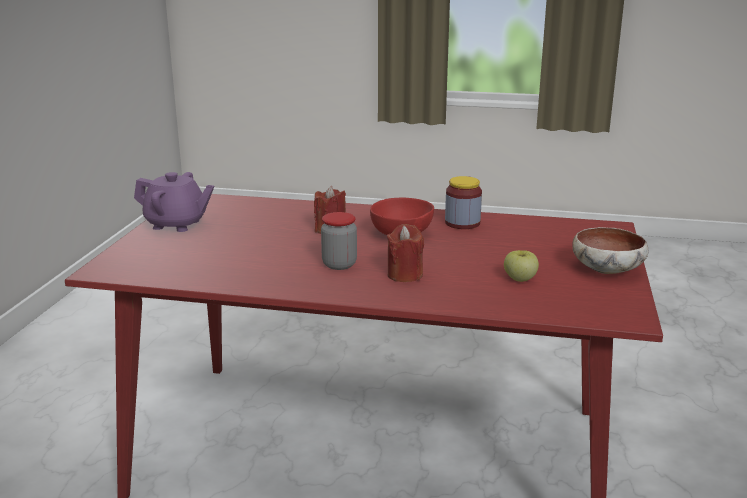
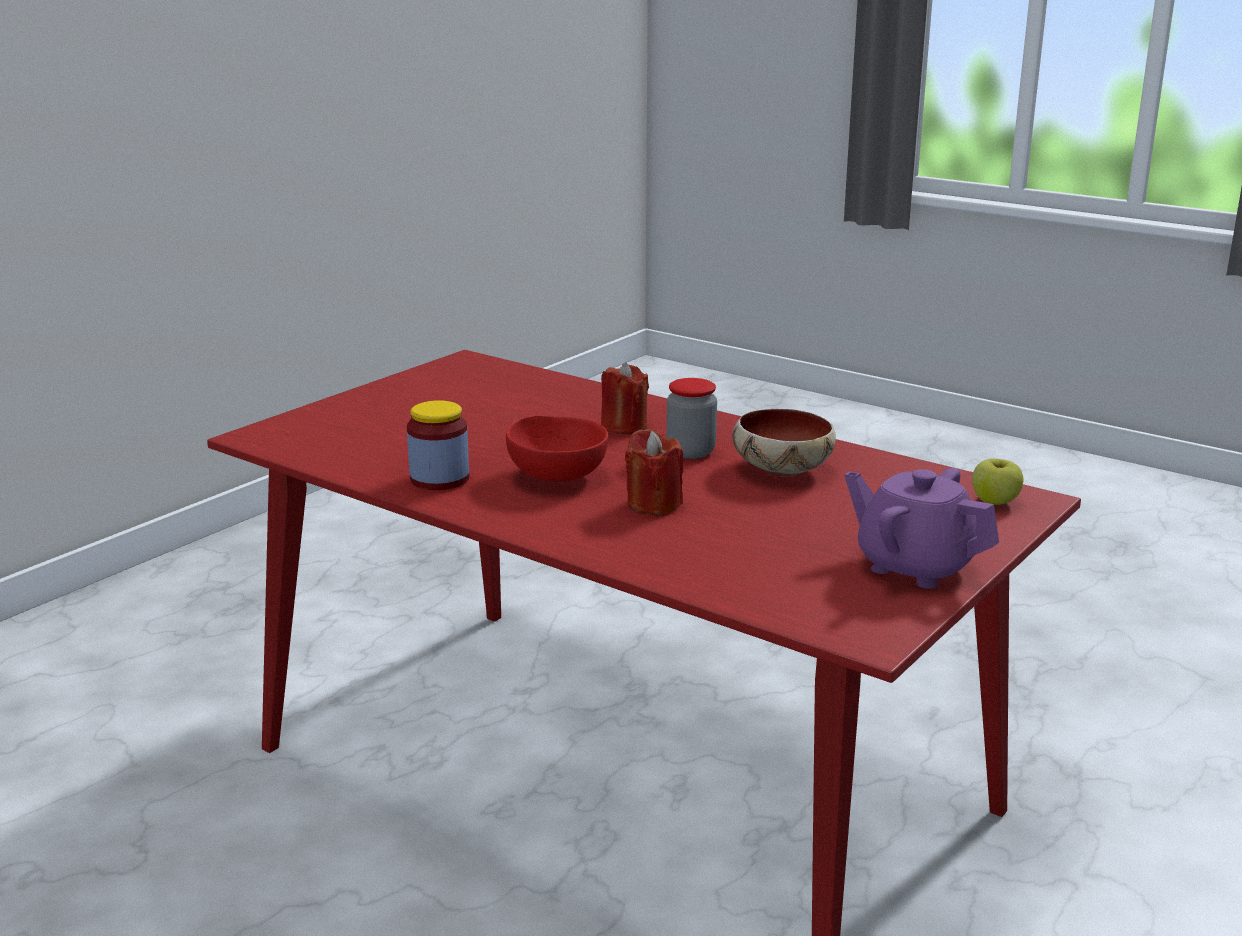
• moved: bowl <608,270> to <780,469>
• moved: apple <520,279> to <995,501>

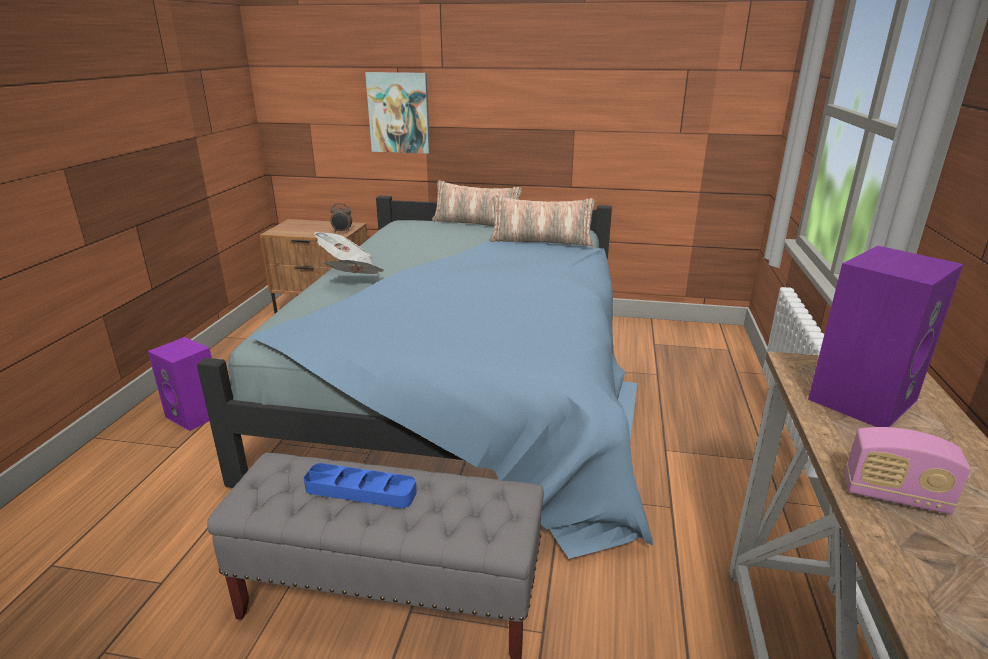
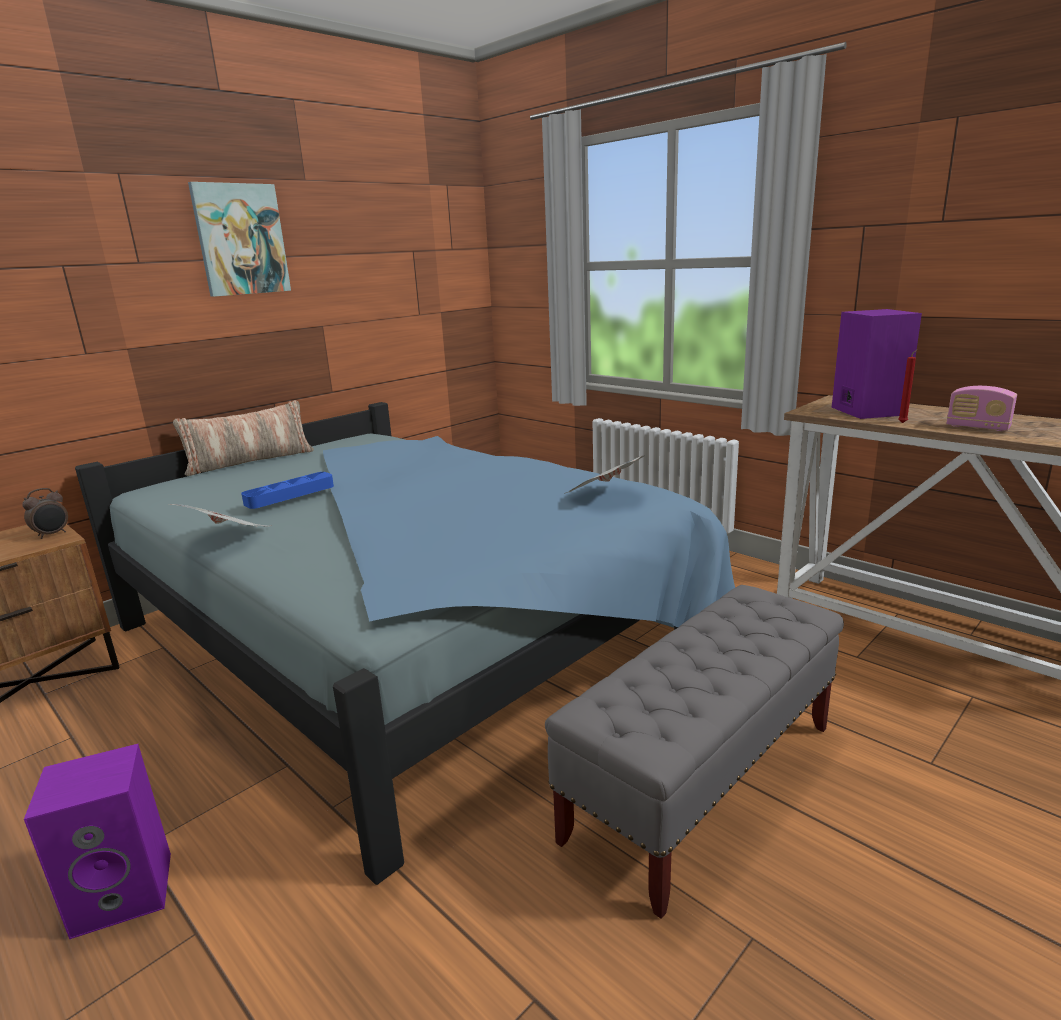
• moved: picture <399,113> to <241,240>
• removed: throw pillow <541,241>
• moved: printed paper <357,283> to <604,495>
• turned: radio receiver <895,496> = <977,427> 75 degrees clockwise
• moved: blue-coloured serving tray <360,490> to <290,495>
• added: reddish wax candle <903,422>

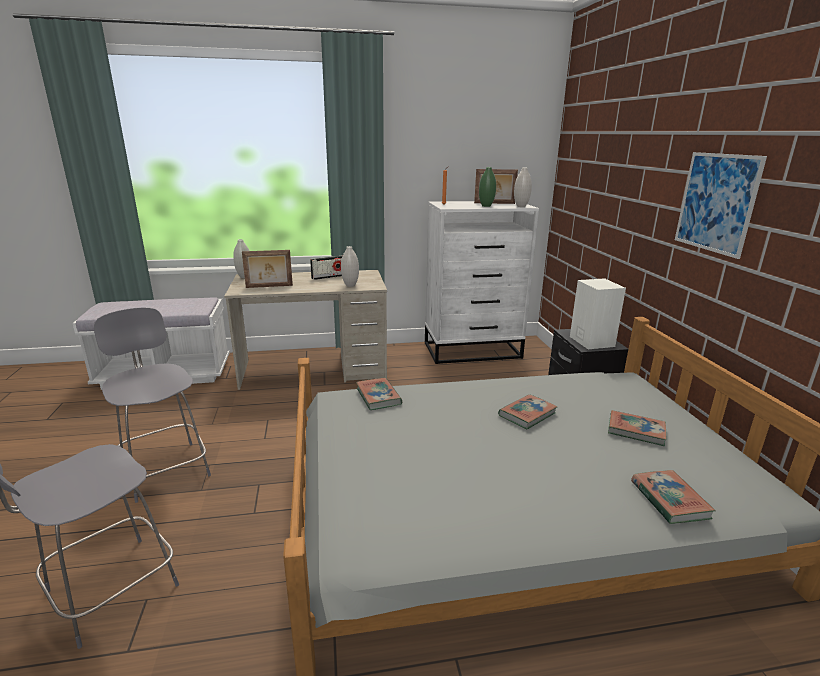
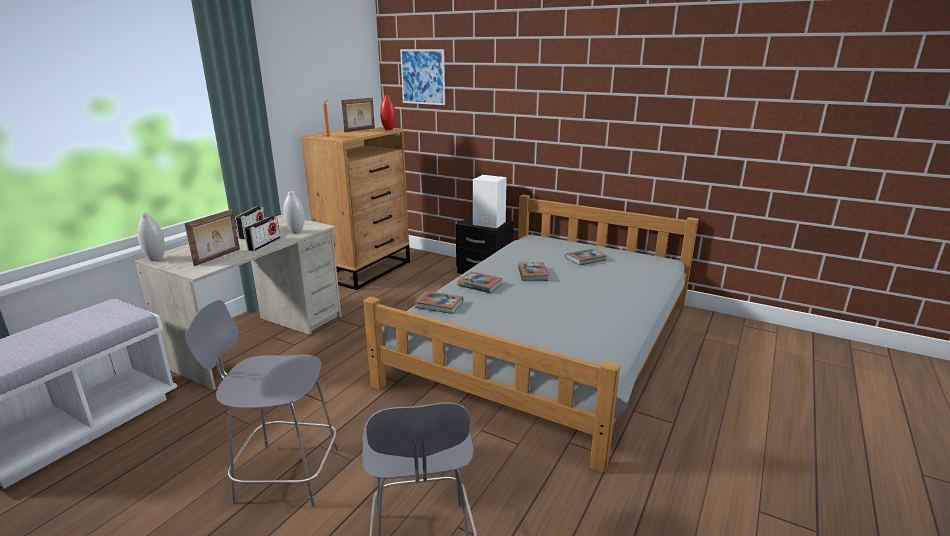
• moved: picture <716,203> to <423,77>
• removed: green decorative vase <486,206>
• recoloured: white-coloured decorative vase <521,206> to reddish decorative vase <388,129>
• recoloured: white-coloured drawer chest <473,350> to brownish drawer chest <366,270>
• moved: volume <669,500> to <480,285>
• added: radio receiver <264,244>

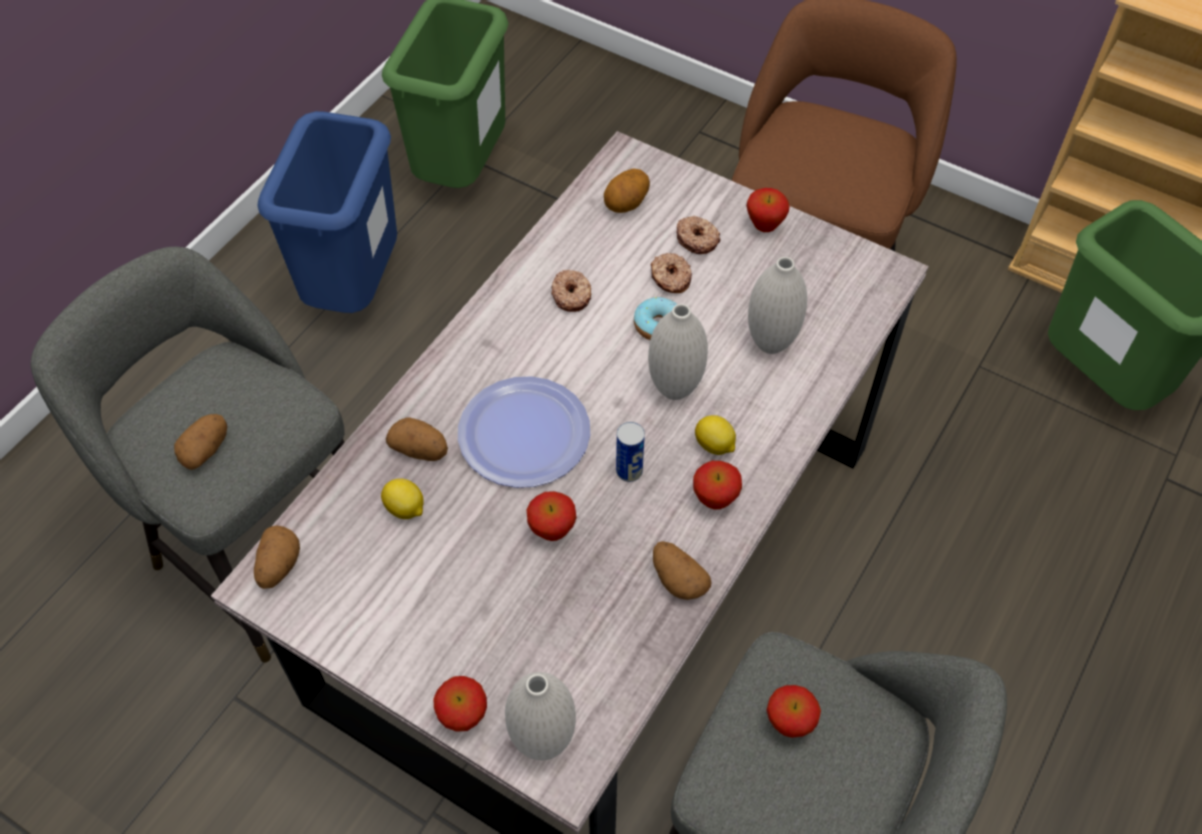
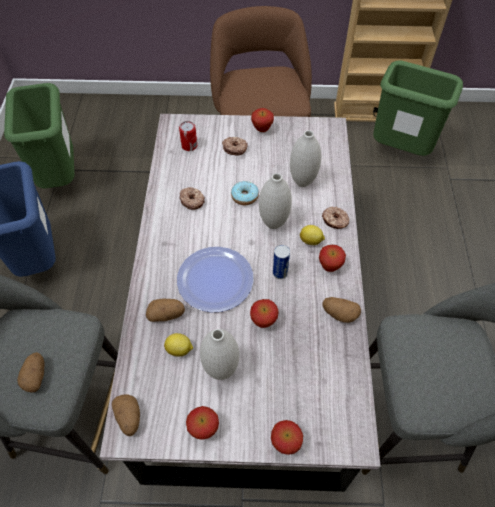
• replaced: potato <627,204> to sealed can <189,146>
• moved: doughnut <670,278> to <335,221>
• moved: white-coloured decorative vase <543,741> to <221,370>
• moved: apple <789,724> to <204,429>

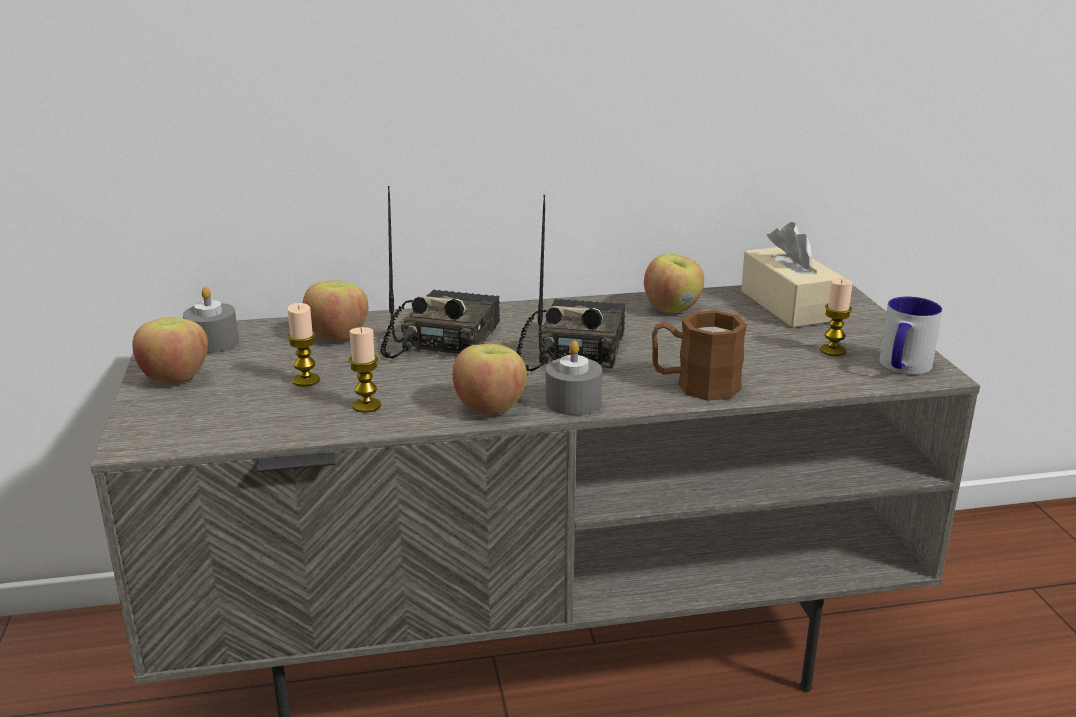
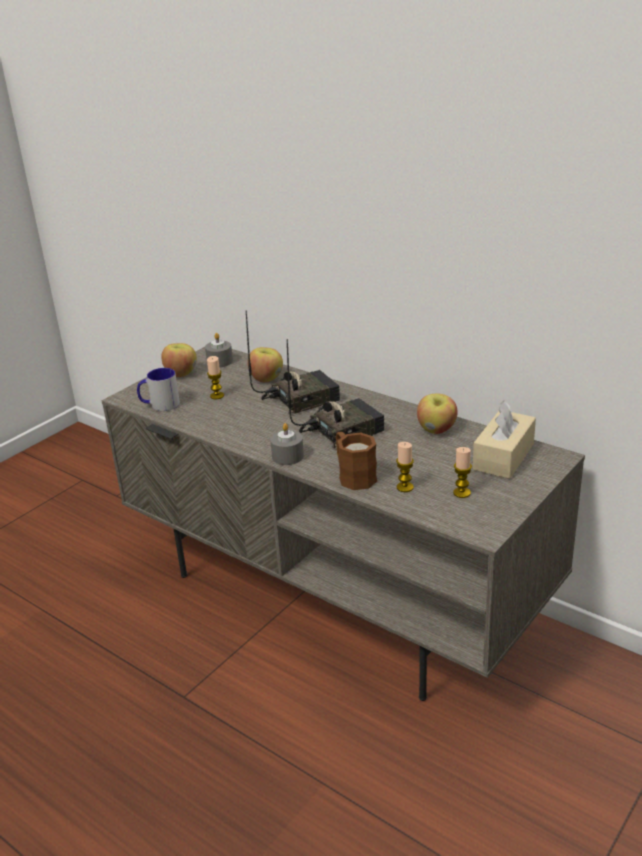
• moved: coffee mug <902,367> to <159,405>
• moved: wax candle <367,406> to <405,487>
• removed: apple <491,407>

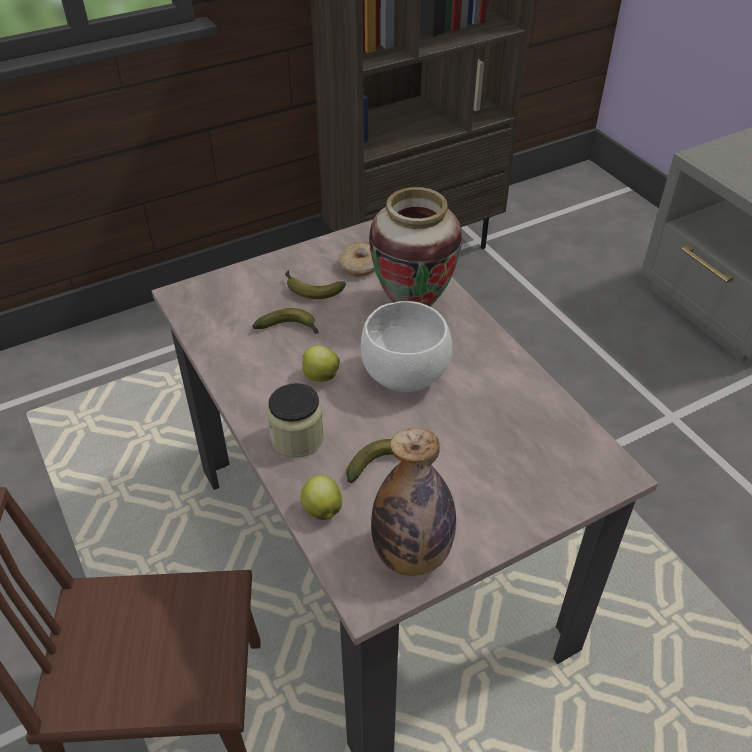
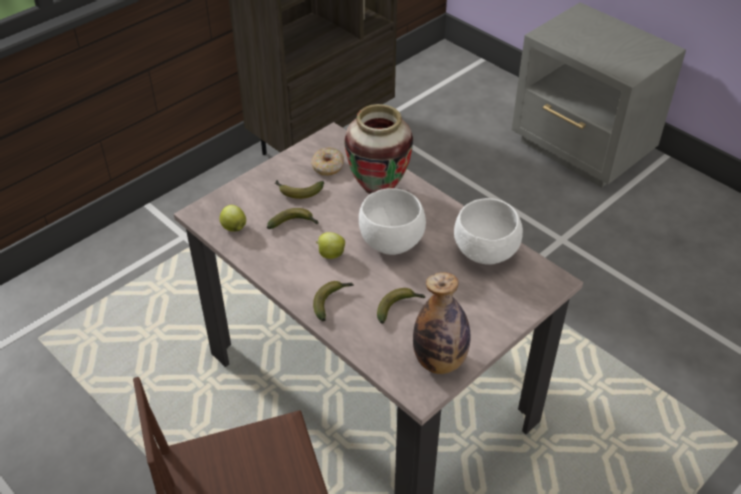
• replaced: preserve jar <297,438> to whole banana <332,301>
• moved: apple <322,509> to <233,227>
• added: white-coloured bowl <486,254>

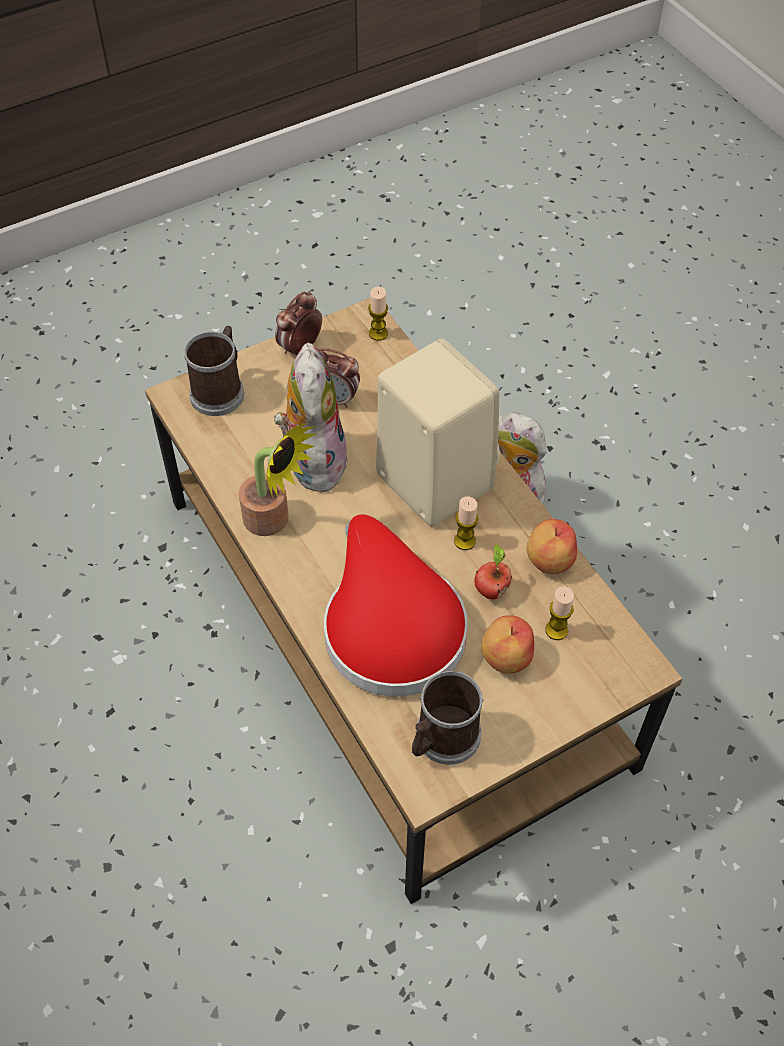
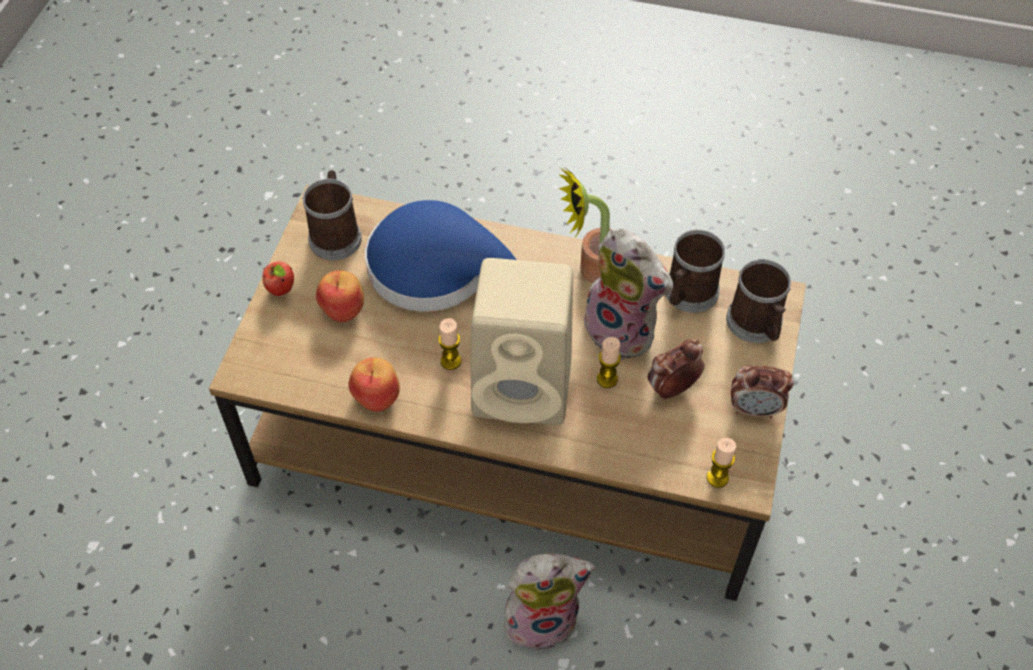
• turned: table clock <300,348> = <754,409> 105 degrees clockwise
• recoloured: reddish hat <389,624> to blue-coloured hat <439,269>
• moved: apple <490,590> to <282,290>
• moved: wax candle <556,630> to <607,379>
• added: coffee mug <688,295>

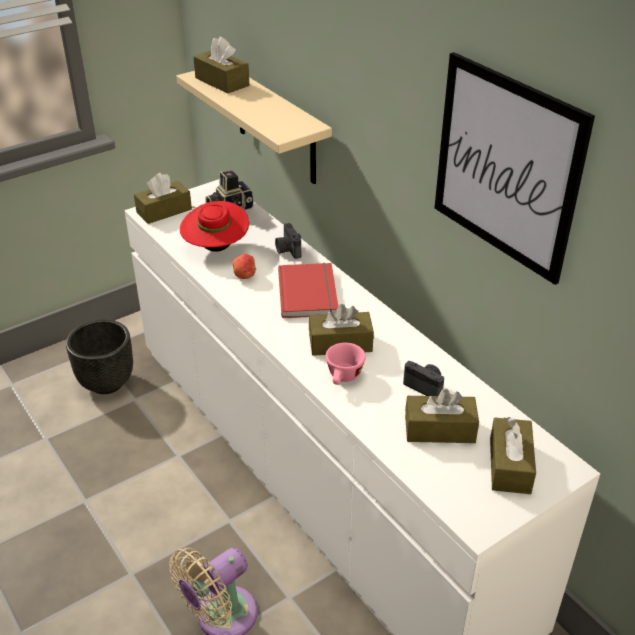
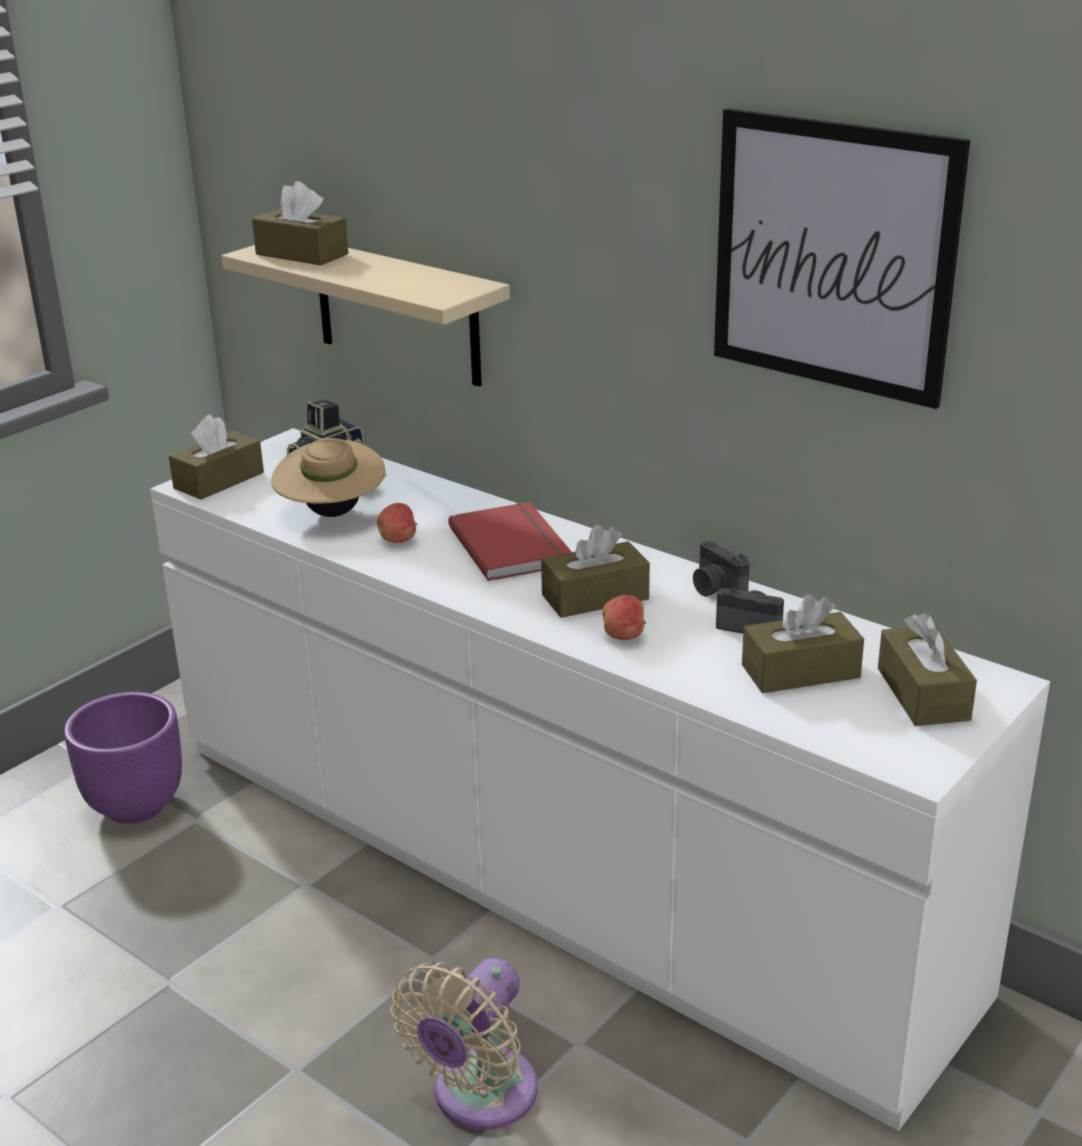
• recoloured: reddish hat <216,247> to sand-coloured hat <331,513>
• moved: still camera <287,250> to <716,589>
• recoloured: black plant pot <107,382> to purple plant pot <136,805>
• replaced: pink-coloured drinking cup <343,378> to apple <624,636>

